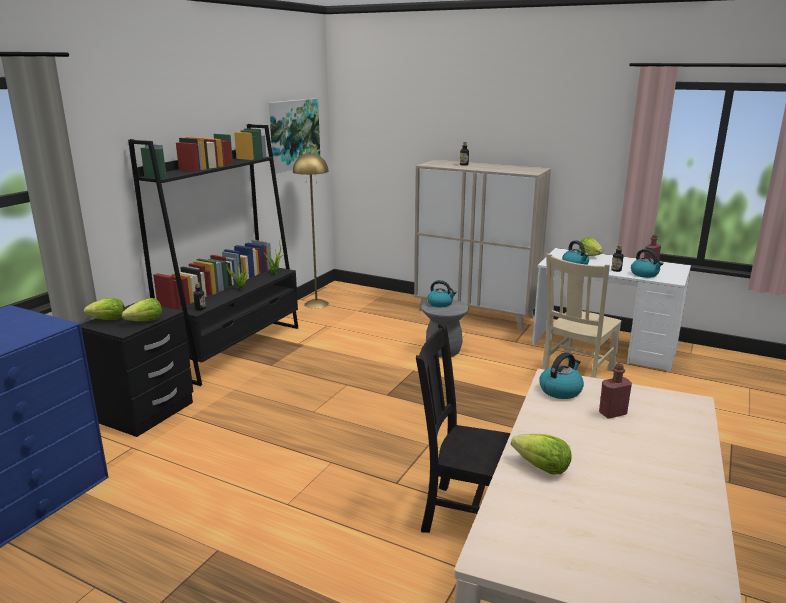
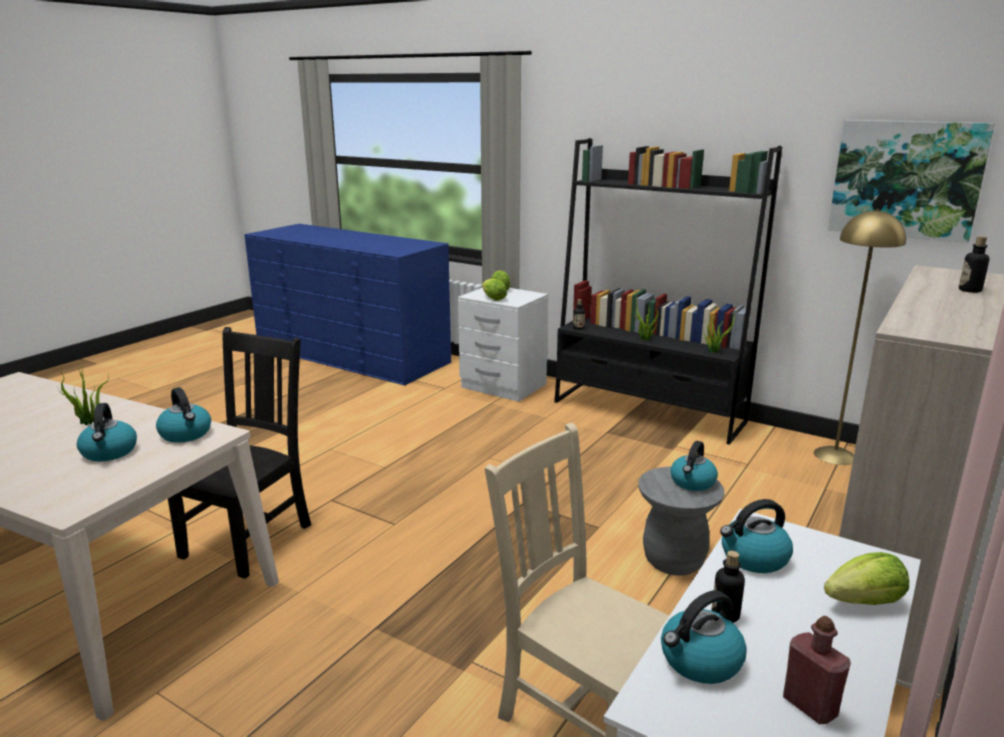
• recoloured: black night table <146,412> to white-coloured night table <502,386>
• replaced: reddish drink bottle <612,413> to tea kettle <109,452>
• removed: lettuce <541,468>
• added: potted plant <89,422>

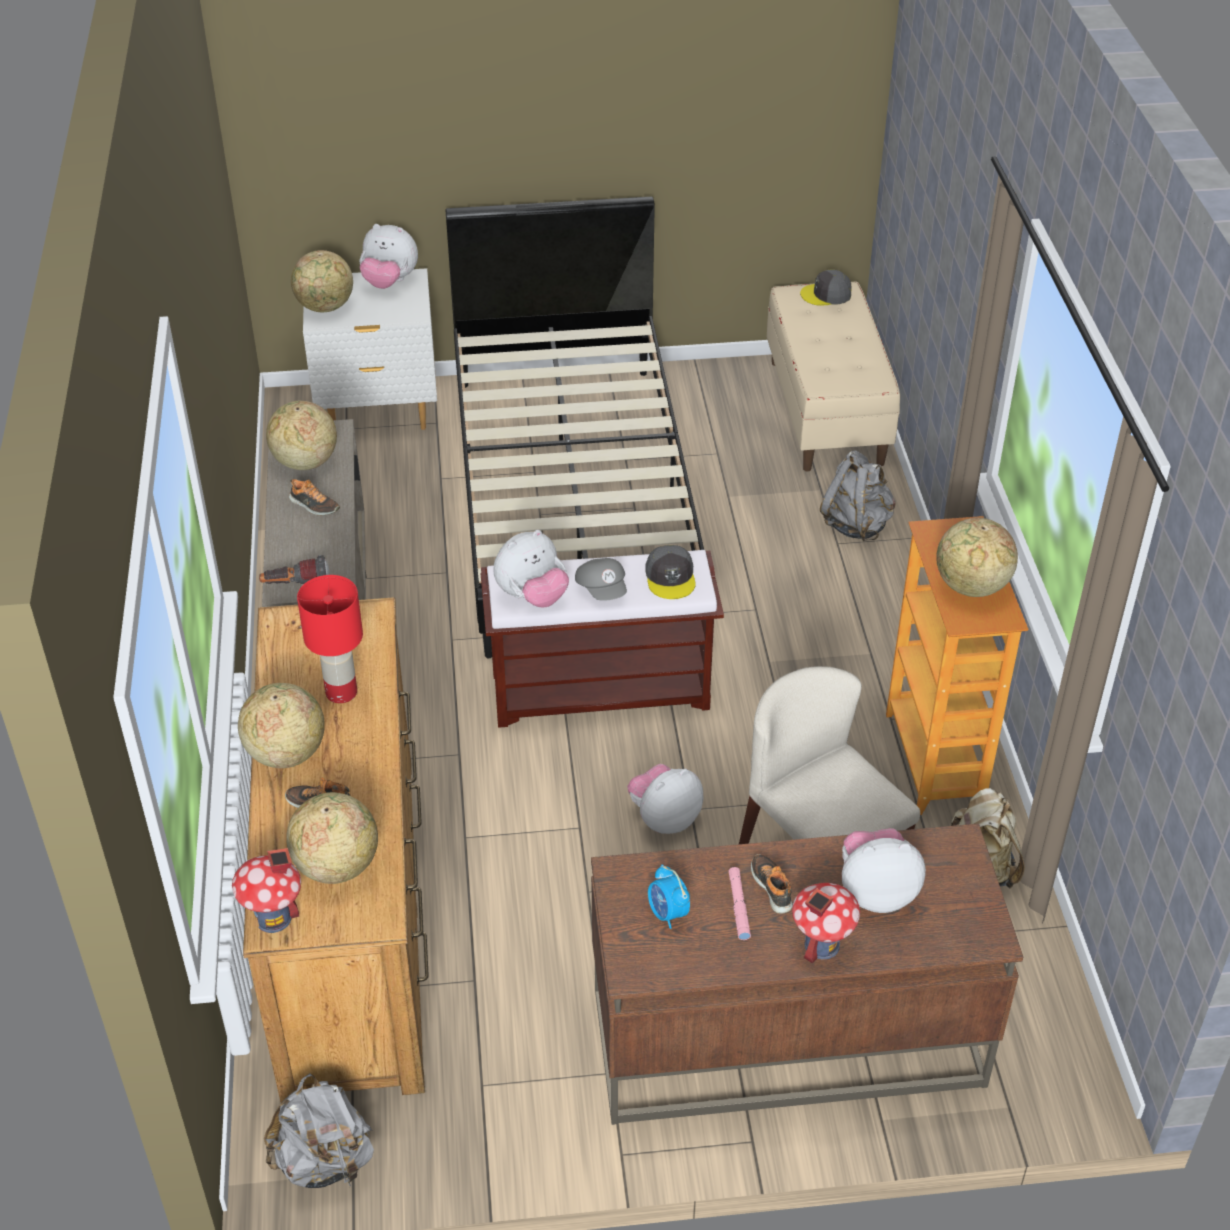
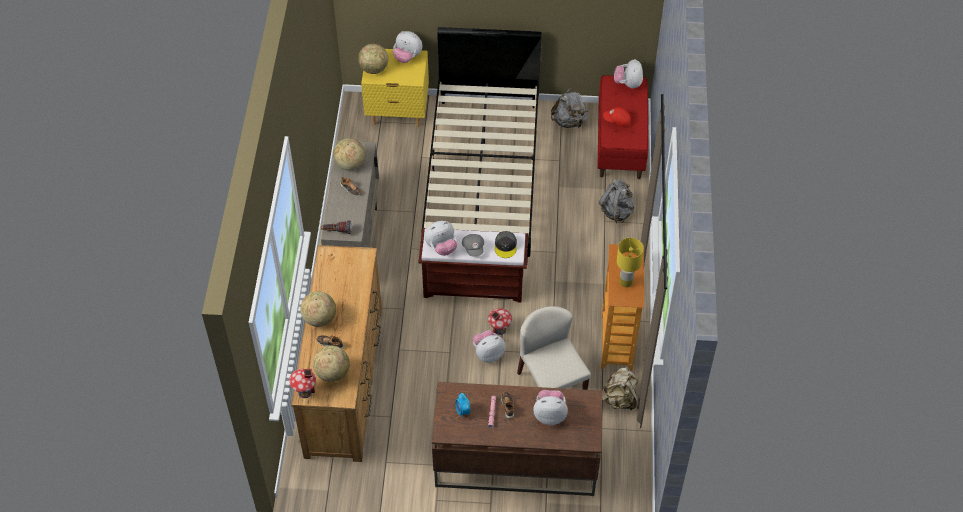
• recoloured: white-coloured night table <378,413> to yellow-coloured night table <398,114>
• replaced: grey baseball cap <826,294> to soft toy <628,84>
• recoloured: sand-coloured long seat <827,412> to reddish long seat <620,143>
• replaced: world globe <971,587> to yellow-coloured lamp for a table <625,282>
• removed: reddish lamp for a table <342,693>
• moved: model house <821,945> to <499,329>
• moved: grey knapsack <324,1161> to <569,122>
• added: reddish baseball cap <617,121>

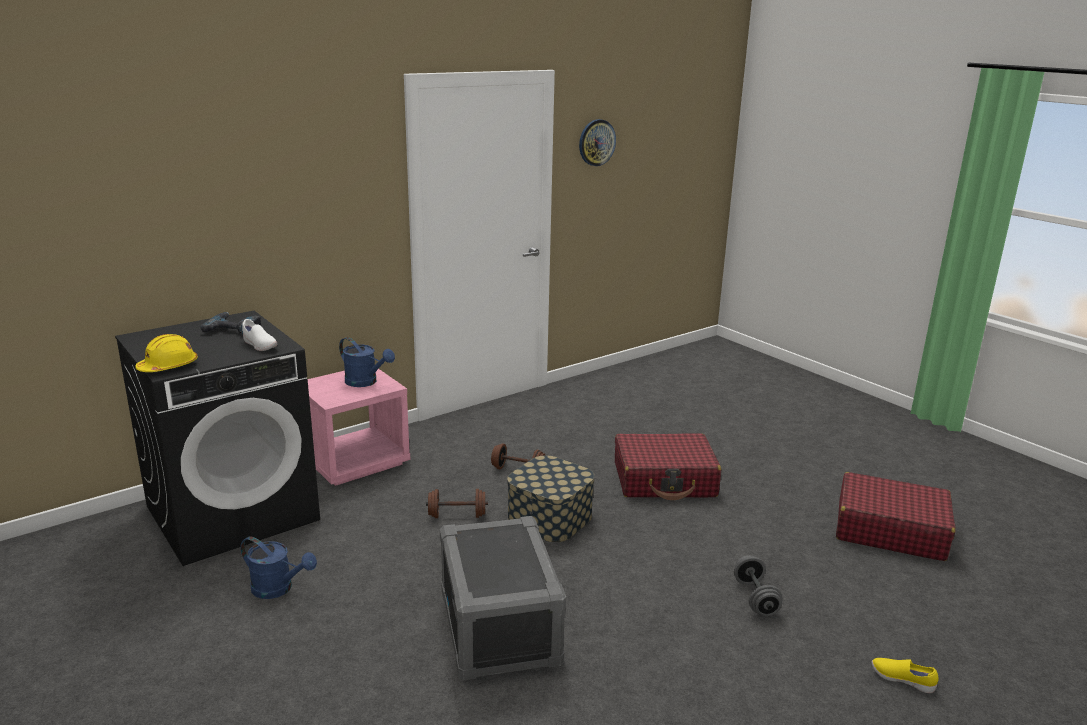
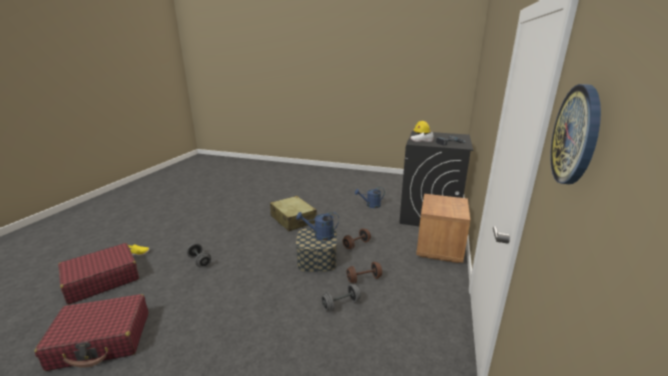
• moved: blue-coloured watering pot <365,382> to <320,235>
• recoloured: pink-coloured night table <355,461> to brownish night table <439,248>
• moved: reddish piece of luggage <664,480> to <102,280>
• replaced: grey storage container <500,627> to sand-coloured piece of luggage <293,219>
• added: grey free weight <341,304>

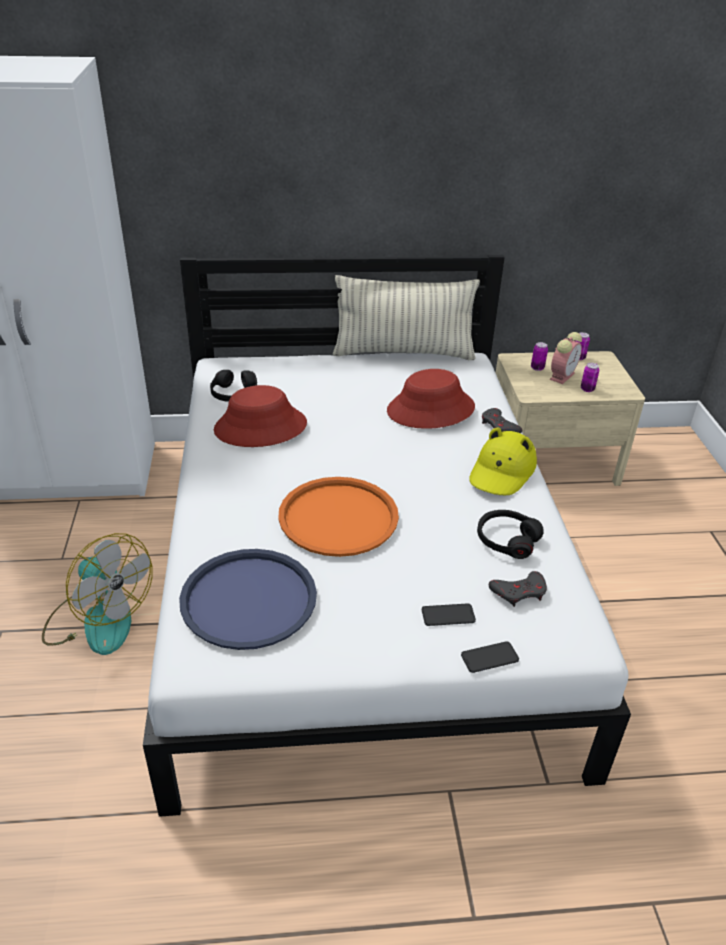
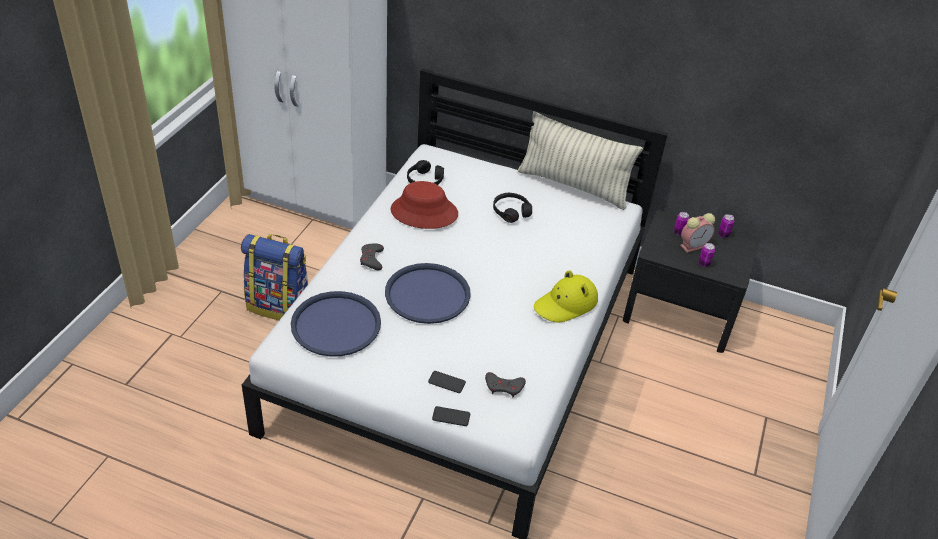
• recoloured: sand-coloured night table <551,459> to black night table <680,311>
• removed: reddish hat <430,410>
• moved: grey joypad <499,426> to <372,259>
• recoloured: orange serving tray <338,517> to blue-coloured serving tray <427,294>
• moved: black headphones <507,540> to <511,211>
• replaced: electric fan <98,619> to knapsack <280,306>

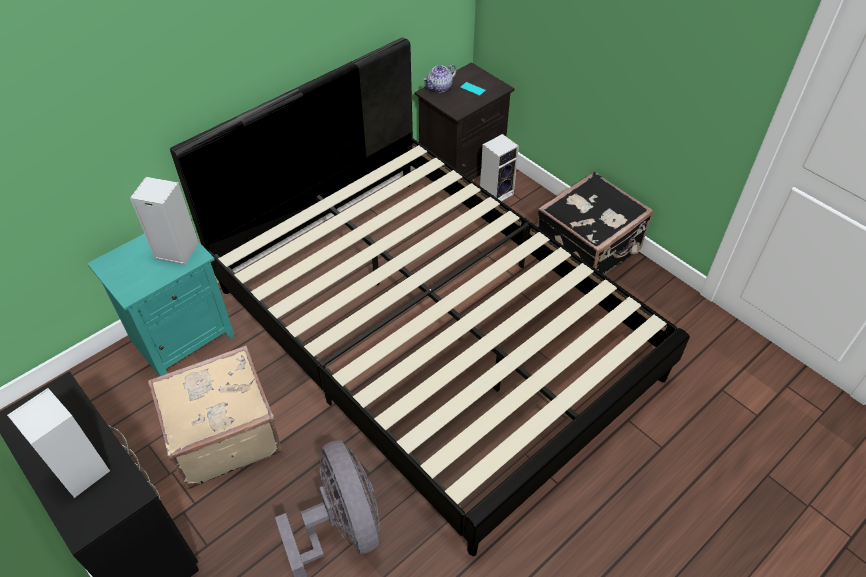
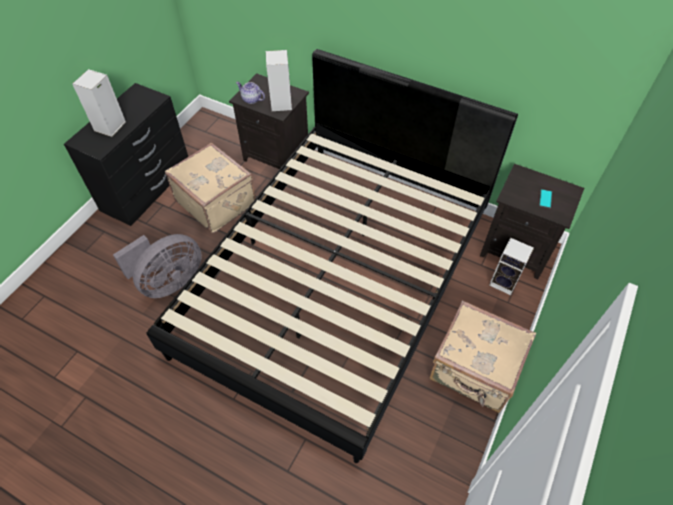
• moved: tea pot <440,87> to <251,99>
• recoloured: black piece of luggage <588,251> to sand-coloured piece of luggage <474,370>
• recoloured: turquoise-coloured night table <183,336> to black night table <277,156>

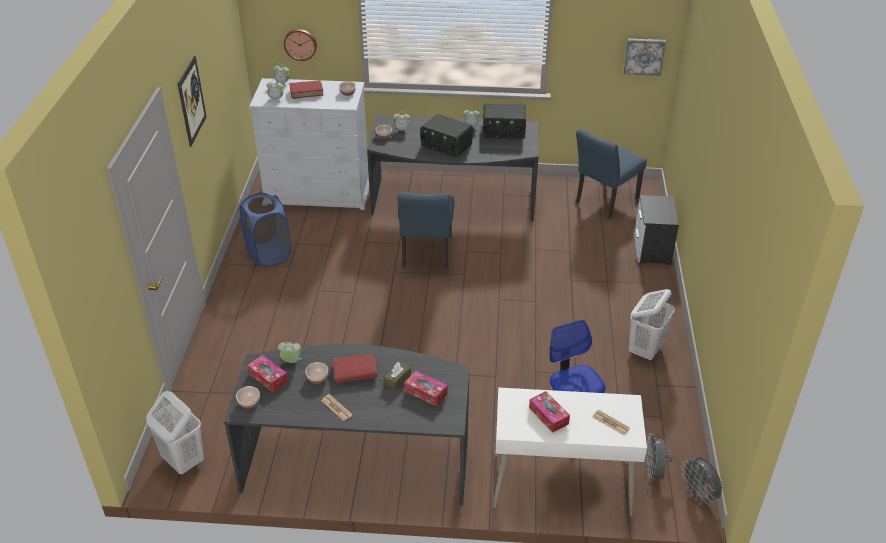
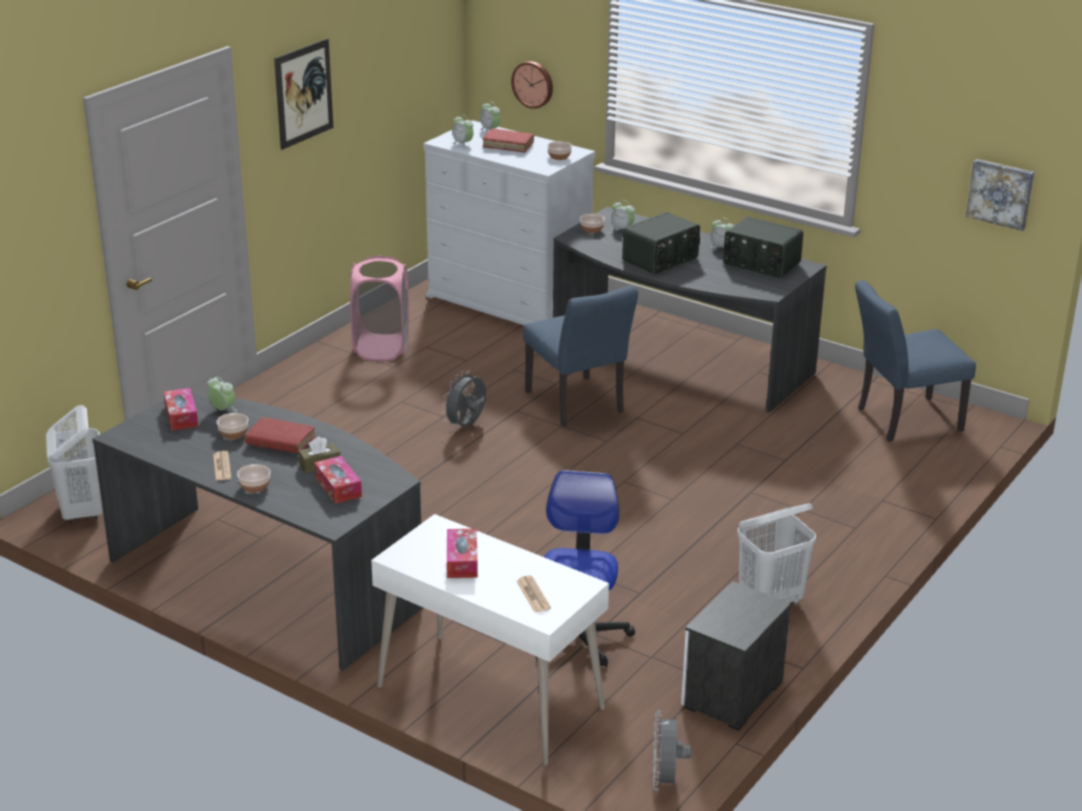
• turned: radio receiver <446,146> = <661,260> 105 degrees counterclockwise
• turned: blue-coloured upright chair <426,255> = <578,405> 60 degrees counterclockwise
• recoloured: blue-coloured laundry basket <269,254> to pink-coloured laundry basket <381,348>
• moved: night table <652,250> to <731,694>
• moved: bowl <249,402> to <254,486>
• moved: grey electric fan <654,473> to <466,426>

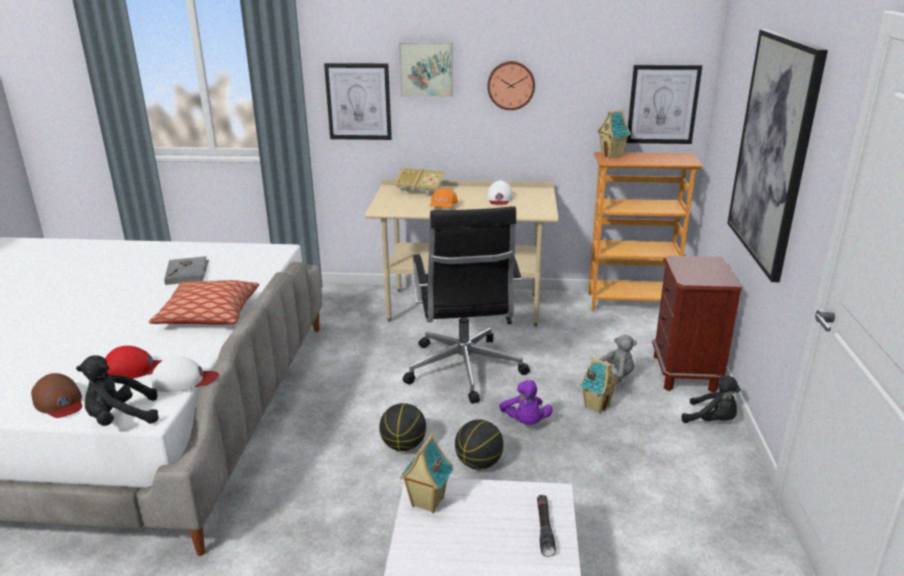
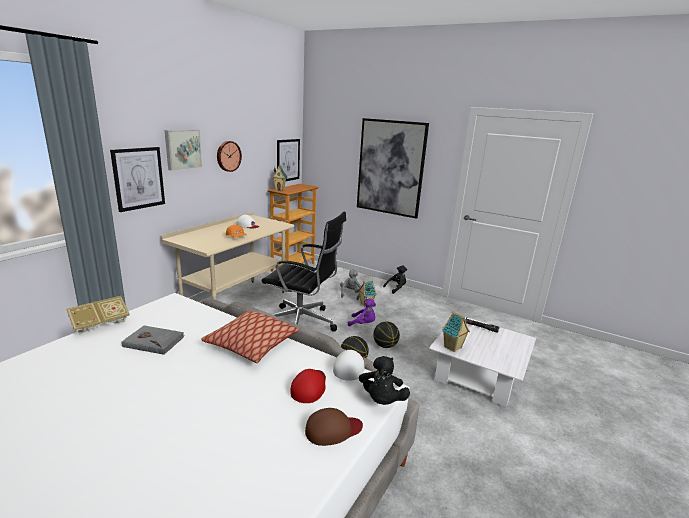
• moved: volume <420,191> to <100,324>
• removed: brownish night table <684,373>

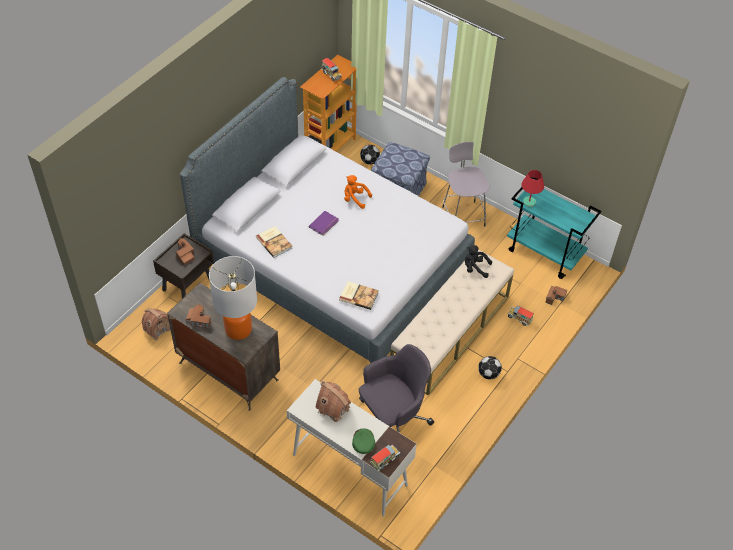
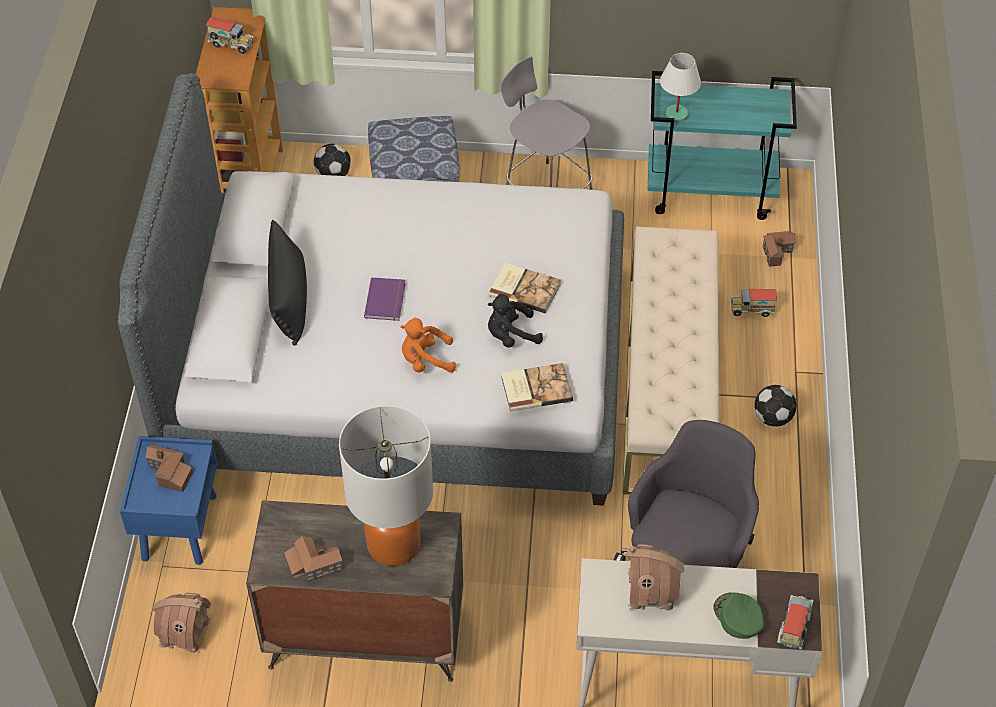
• recoloured: reddish lamp for a table <529,202> to white-coloured lamp for a table <676,114>
• moved: orange soft toy <355,199> to <425,360>
• moved: volume <274,242> to <524,288>
• recoloured: brownish night table <187,284> to blue-coloured night table <179,526>
• moved: black soft toy <475,268> to <511,335>
• added: black throw pillow <289,298>

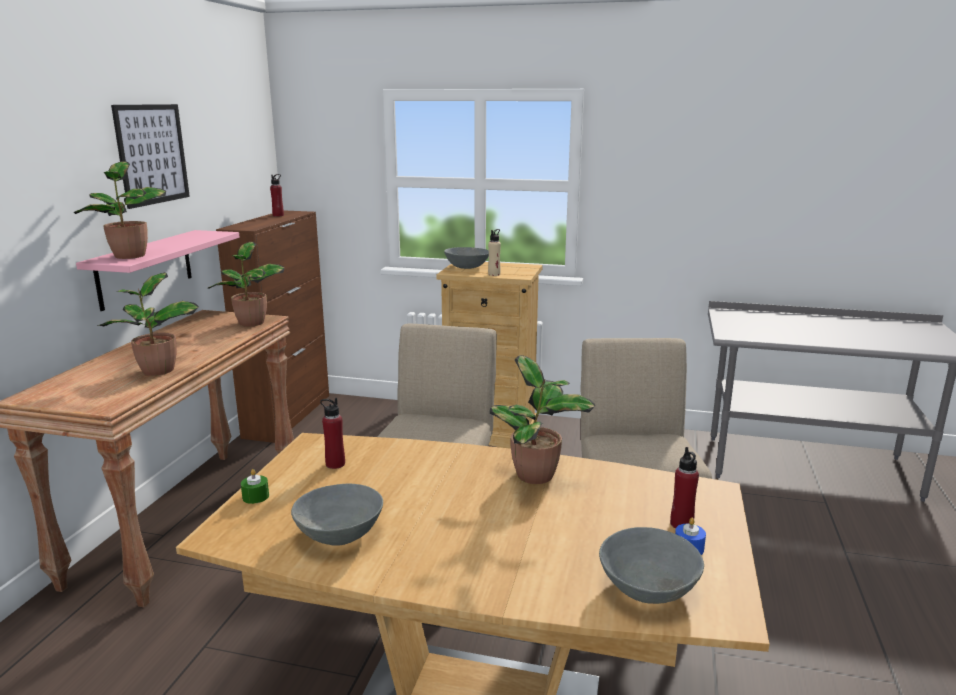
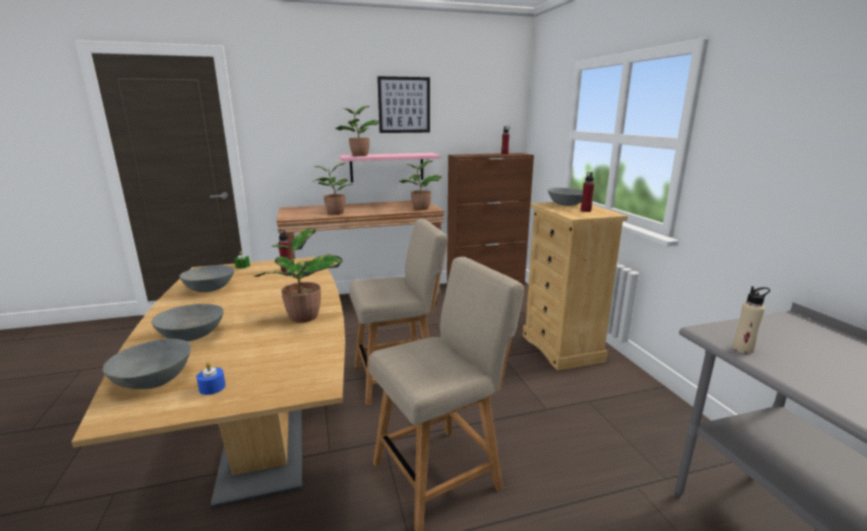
• moved: sand-coloured drink bottle <494,274> to <742,349>
• moved: reddish drink bottle <681,524> to <585,210>
• added: grey bowl <191,336>

